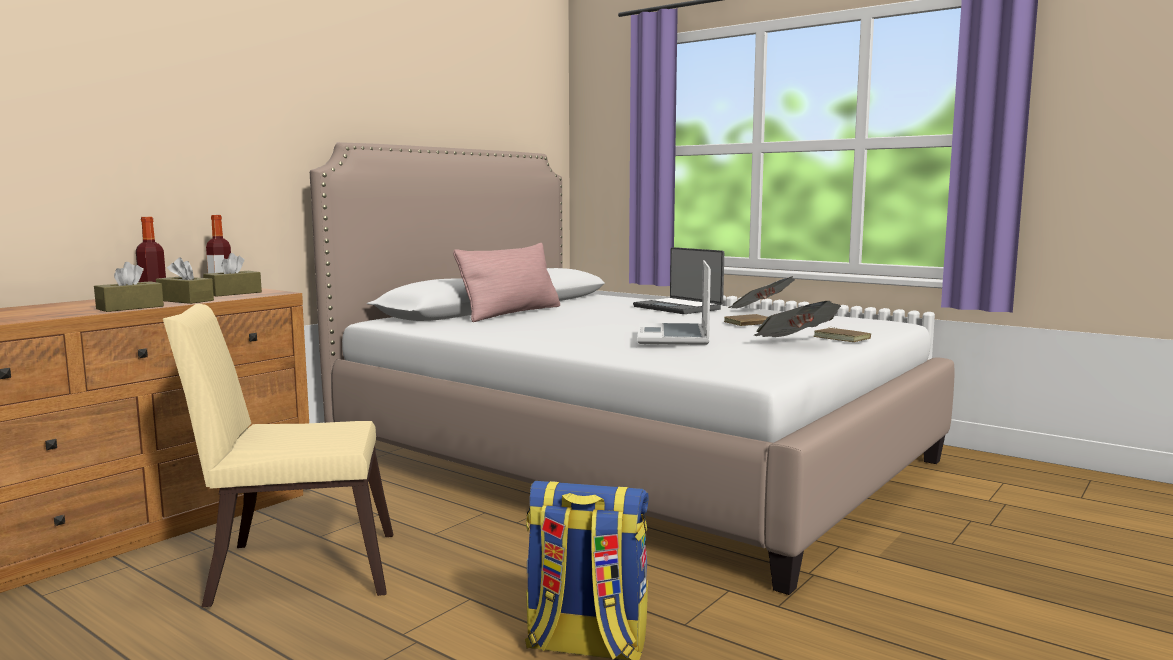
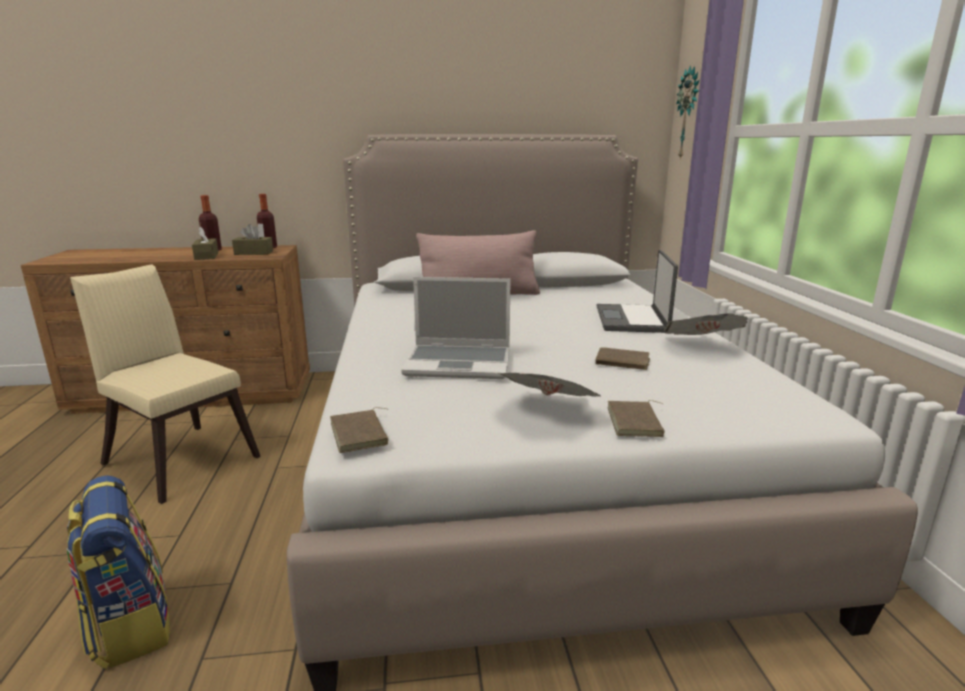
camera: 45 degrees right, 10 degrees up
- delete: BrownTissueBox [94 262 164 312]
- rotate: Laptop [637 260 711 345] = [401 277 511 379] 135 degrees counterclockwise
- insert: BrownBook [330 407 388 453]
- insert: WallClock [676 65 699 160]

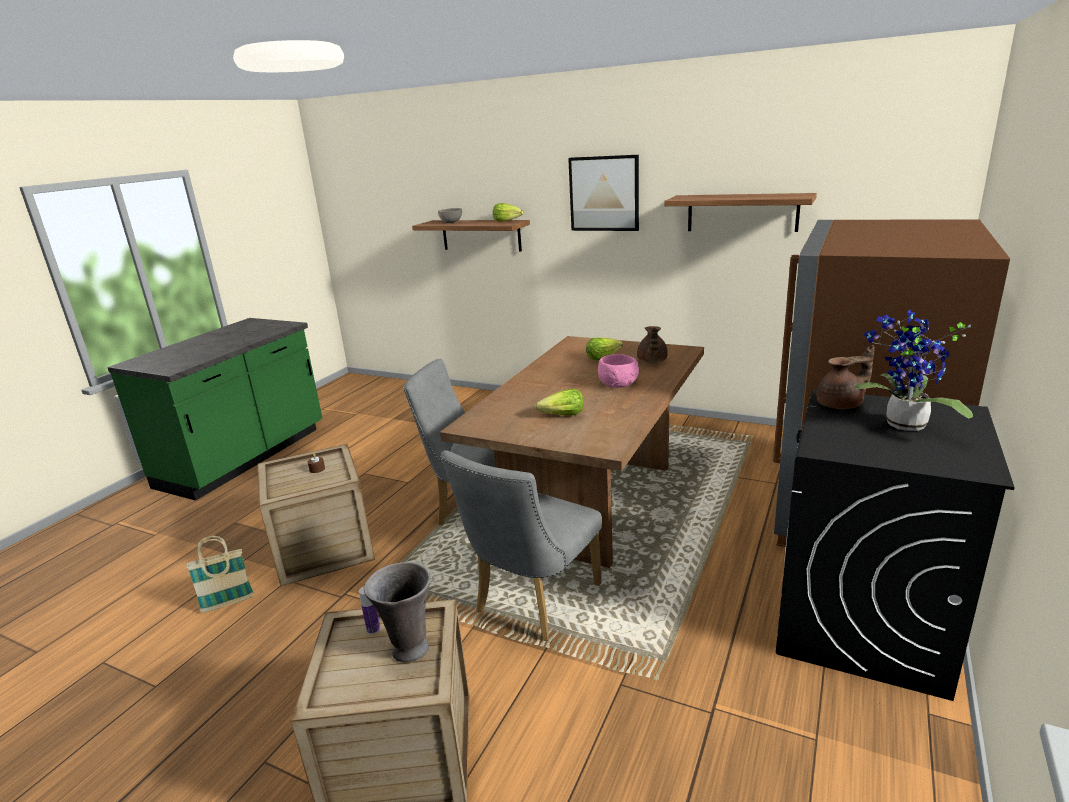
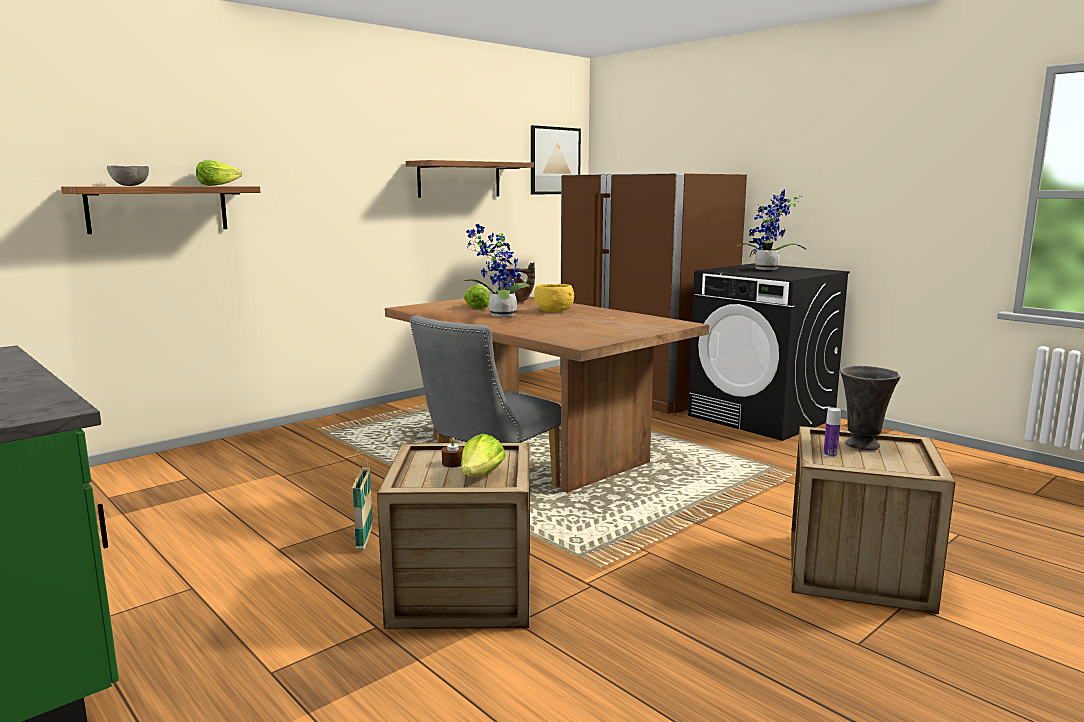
camera: 70 degrees left, 10 degrees down
- move: Basket [187 536 254 612] to [353 449 373 551]
- delete: GreyChair [441 450 602 641]
- move: Lettuce [535 389 584 415] to [461 434 506 477]
- move: Picture [568 155 639 231] to [531 125 581 195]
- recolor: PinkBowl [598 354 639 388] to YellowBowl [534 284 574 312]
- delete: BrownTeapot [817 345 875 409]
- insert: PottedPlant [464 224 530 317]

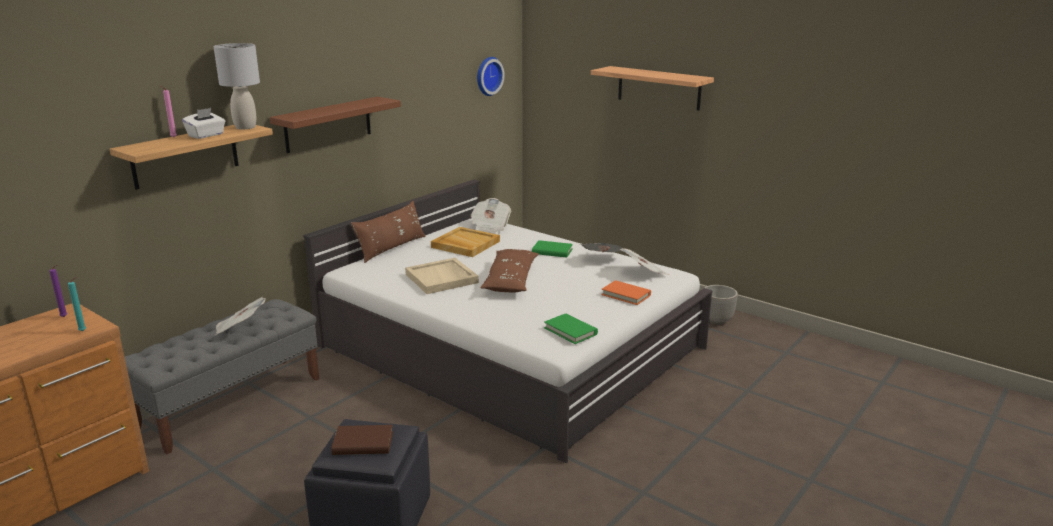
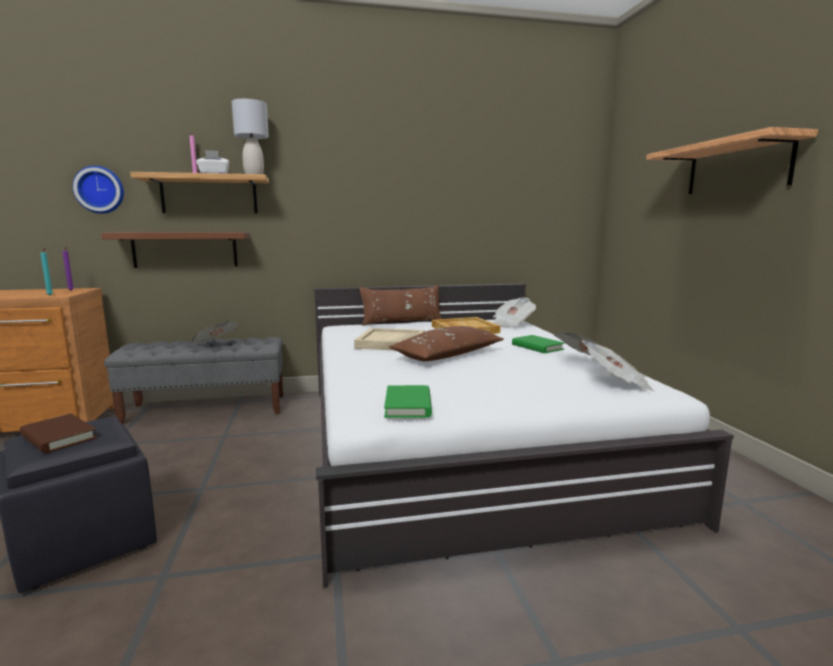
camera: 40 degrees right, 10 degrees down
- move: BrownShelf [270 97 401 153] to [101 232 249 268]
- move: WallClock [477 57 505 96] to [73 166 124 214]
- delete: OrangeBook [601 280 651 305]
- delete: Planter [703 285 738 324]

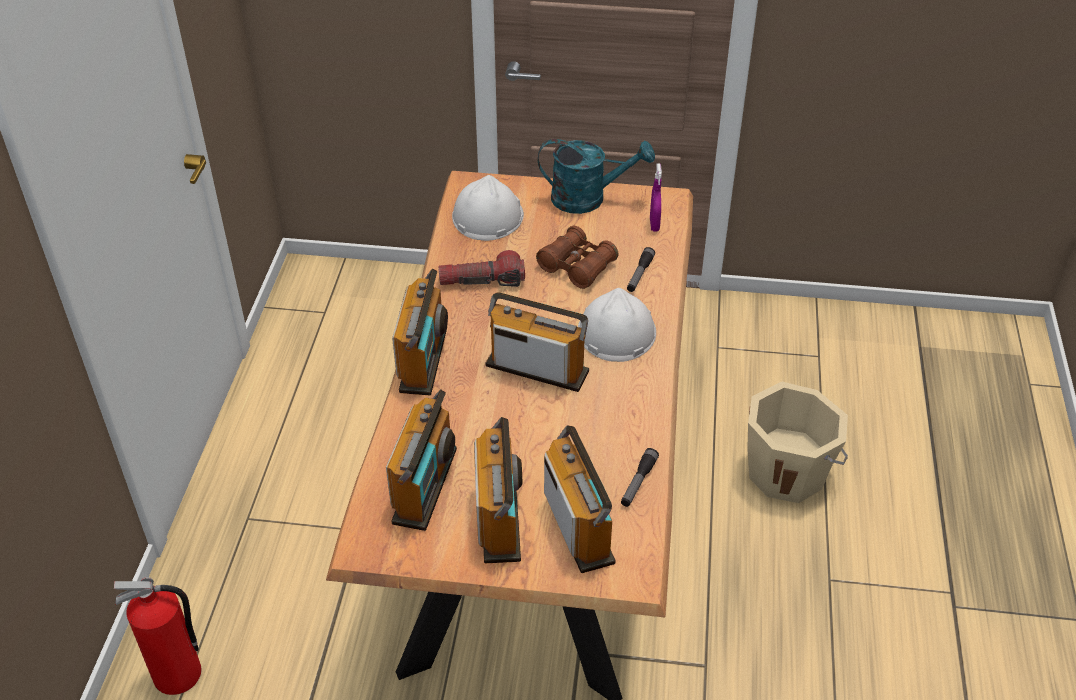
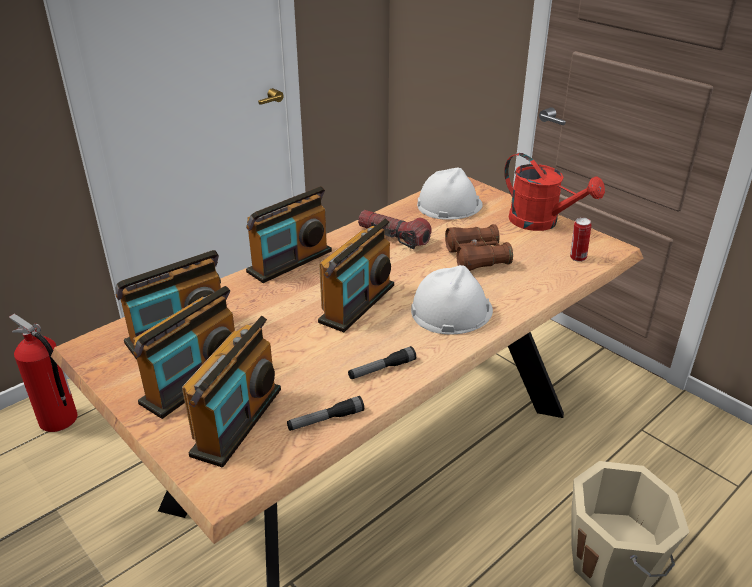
camera: 40 degrees right, 10 degrees down
- rotate: Radio [486 292 589 392] = [318 218 394 332] 60 degrees clockwise
- recolor: TurquoiseWateringCan [538 139 655 214] to RedWateringCan [504 153 605 231]
- move: Flashlight [627 247 655 292] to [348 346 416 379]
- replace: PurpleSprayBottle [650 164 662 232] to Can [570 217 591 262]

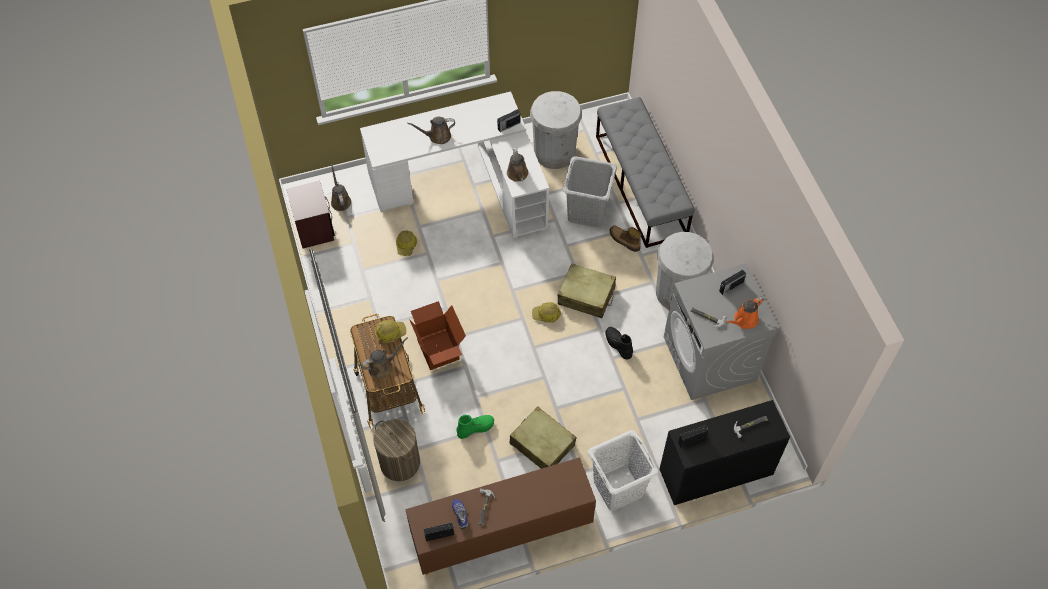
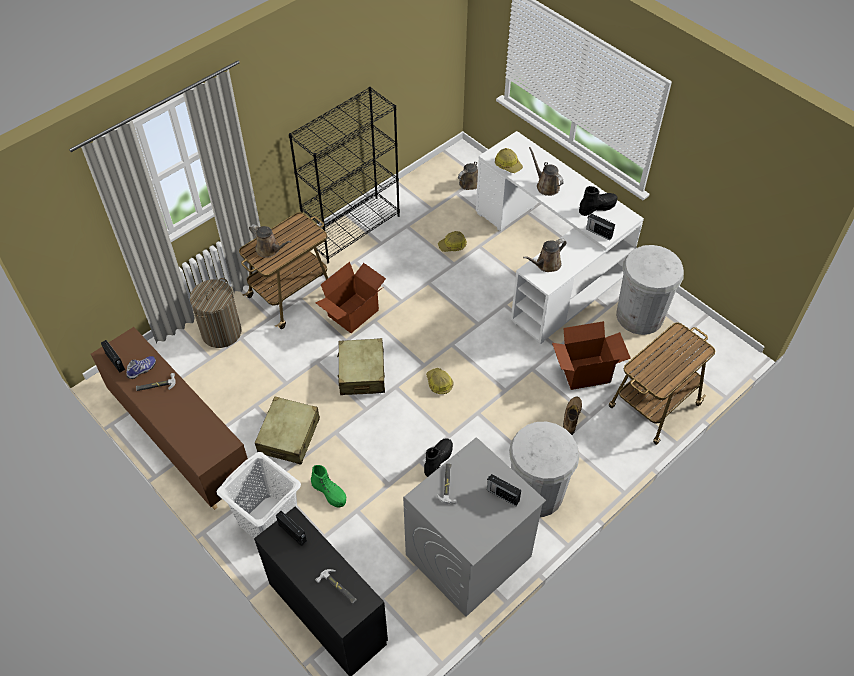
camera: 65 degrees right, 5 degrees down
- delete: BrownNightstand [286 180 335 249]
- move: HardHat [375 320 407 343] to [495 148 523 173]
- move: GreenBoot [457 415 494 439] to [311 465 346 508]
- move: BeigeSuitcase [557 263 616 318] to [337 338 385 395]
- replace: GreyLaundryBasket [563 156 617 228] to CardboardBox [552 321 631 390]
- replace: GreyBench [596 97 695 248] to Cart [609 323 715 445]
- delete: OrangeWateringCan [726 296 764 329]
- insert: BlackBookcase [289 87 400 263]
- insert: BlackBoot [579 186 617 216]

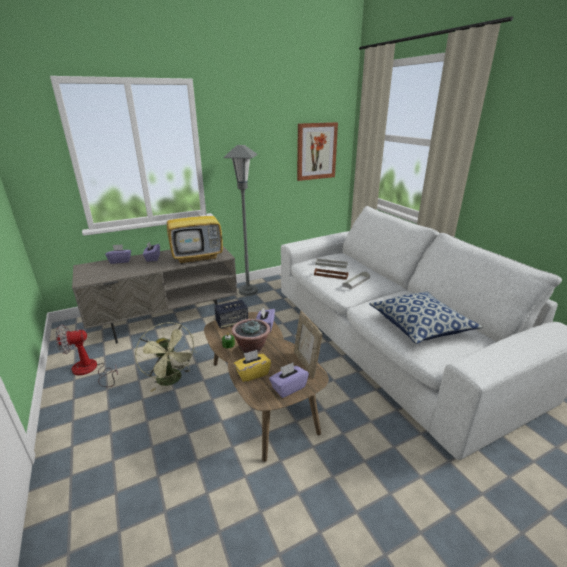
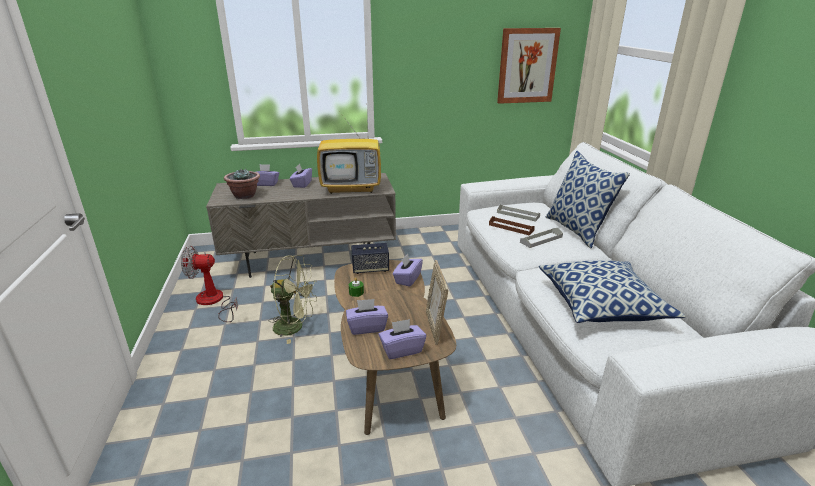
camera: 15 degrees right, 0 degrees up
- rotate: GreenFan [135 322 197 392] = [269 255 317 344] 60 degrees counterclockwise
- delete: GreyFloorLamp [223 145 258 296]
- move: PottedPlant [232 319 270 353] to [224 168 260 199]
- recolor: YellowTissueBox [234 350 271 382] to PurpleTissueBox [346 299 388 335]
- insert: Pillow [546 151 630 248]

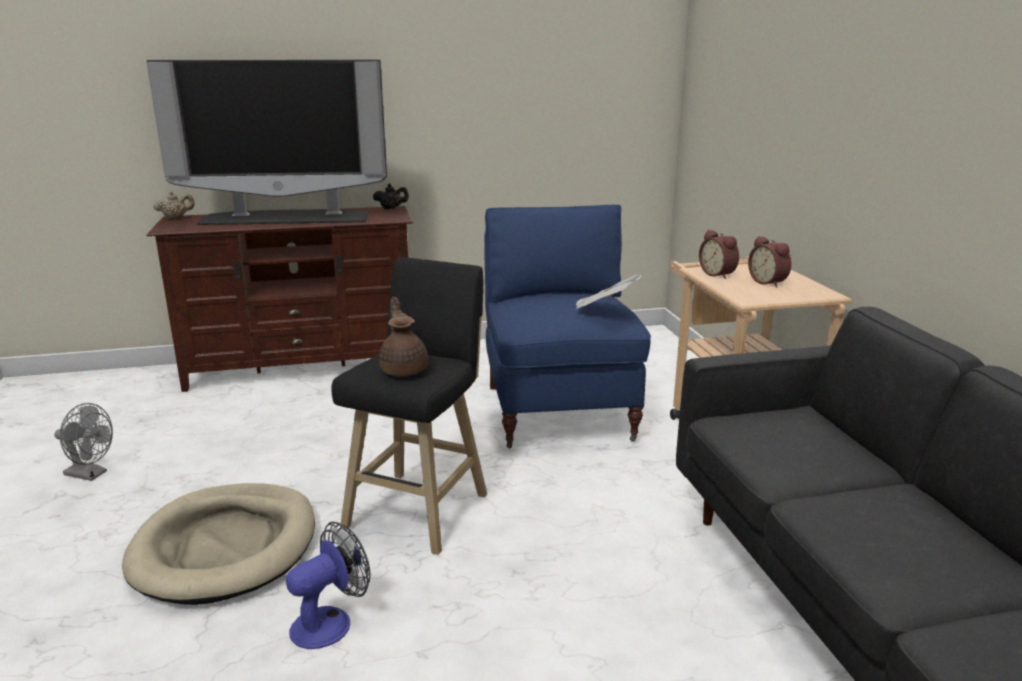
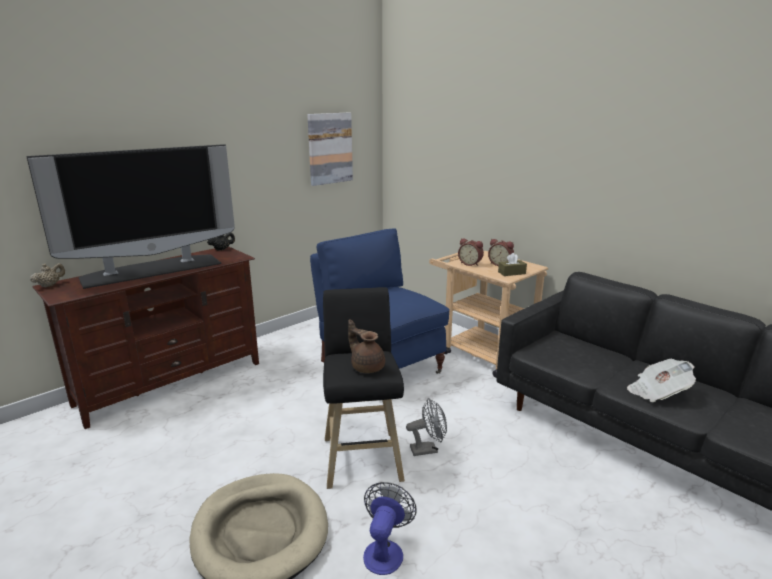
camera: 30 degrees left, 0 degrees up
- move: GreyFan [54 403 113 481] to [406 398 447 456]
- move: Newspaper [575 274 642 310] to [627 359 696 402]
- insert: Picture [307 112 353 186]
- insert: BrownTissueBox [498 253 527 276]

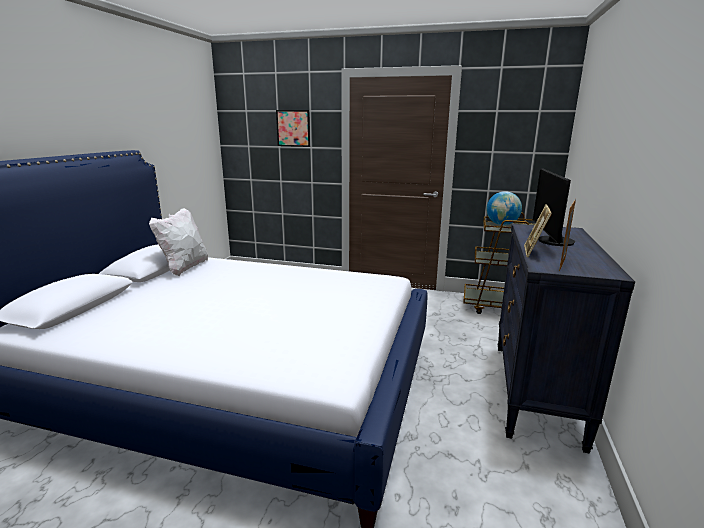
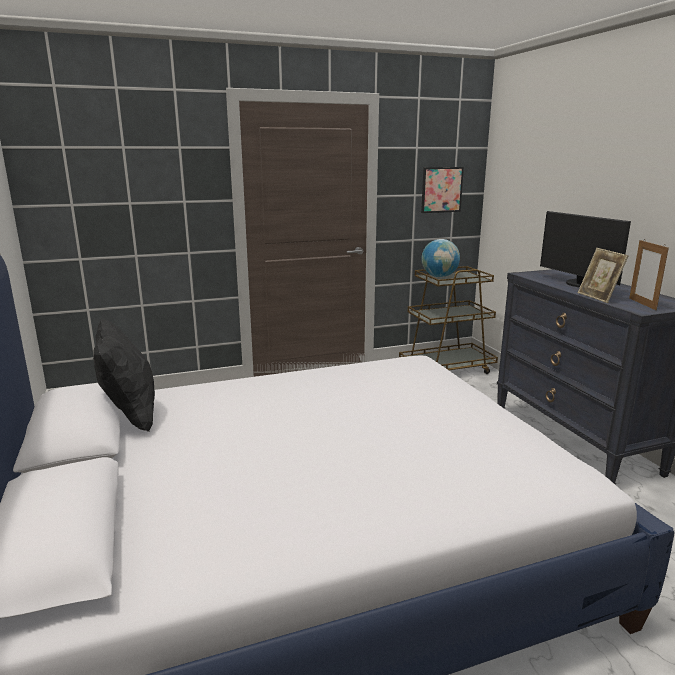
camera: 35 degrees left, 0 degrees up
- recolor: WhitePillow [149 208 208 276] to BlackPillow [94 319 155 432]
- move: Picture [276 110 310 147] to [421 167 464 213]

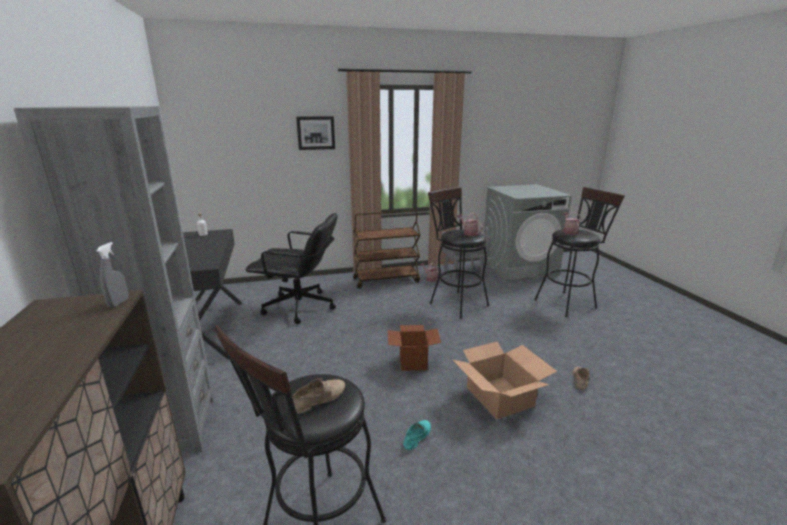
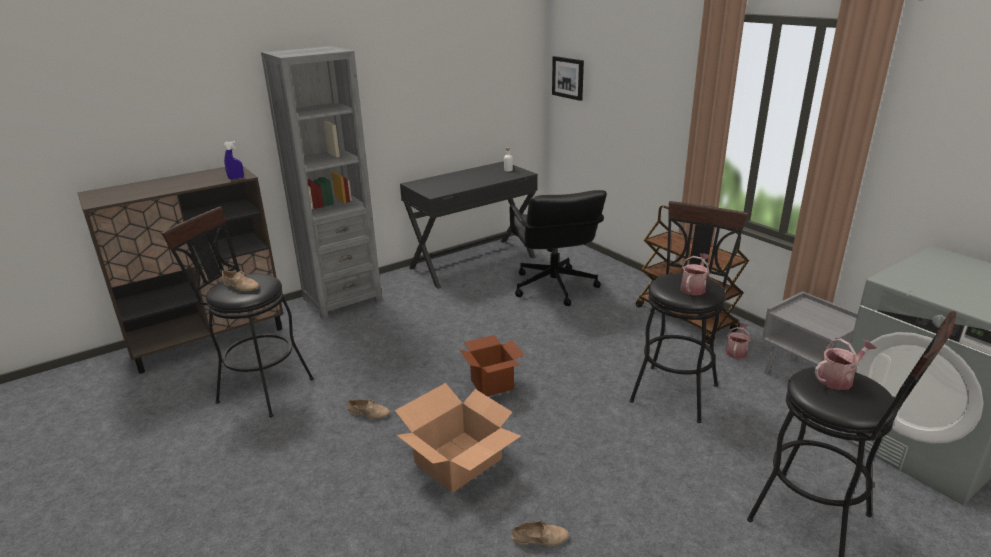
camera: 70 degrees right, 5 degrees up
- recolor: GreySprayBottle [96 242 128 308] to BlueSprayBottle [224 141 244 179]
- move: Picture [296 116 335 150] to [552 56 584 101]
- recolor: TurquoiseShoe [403 420 431 450] to BeigeShoe [347 399 390 419]

